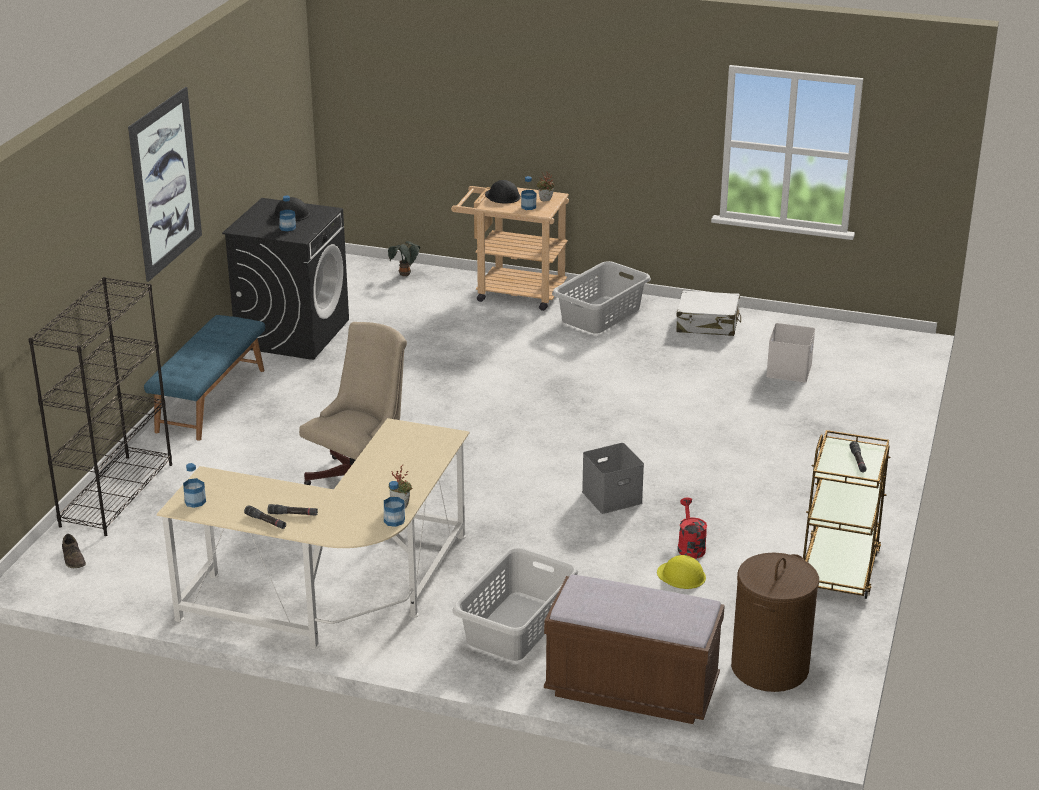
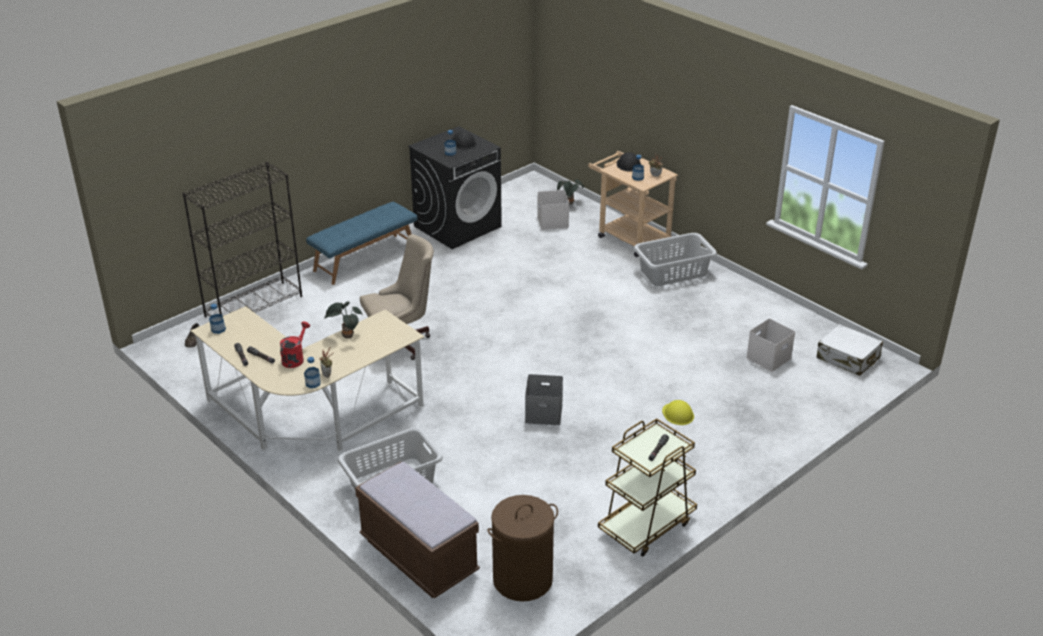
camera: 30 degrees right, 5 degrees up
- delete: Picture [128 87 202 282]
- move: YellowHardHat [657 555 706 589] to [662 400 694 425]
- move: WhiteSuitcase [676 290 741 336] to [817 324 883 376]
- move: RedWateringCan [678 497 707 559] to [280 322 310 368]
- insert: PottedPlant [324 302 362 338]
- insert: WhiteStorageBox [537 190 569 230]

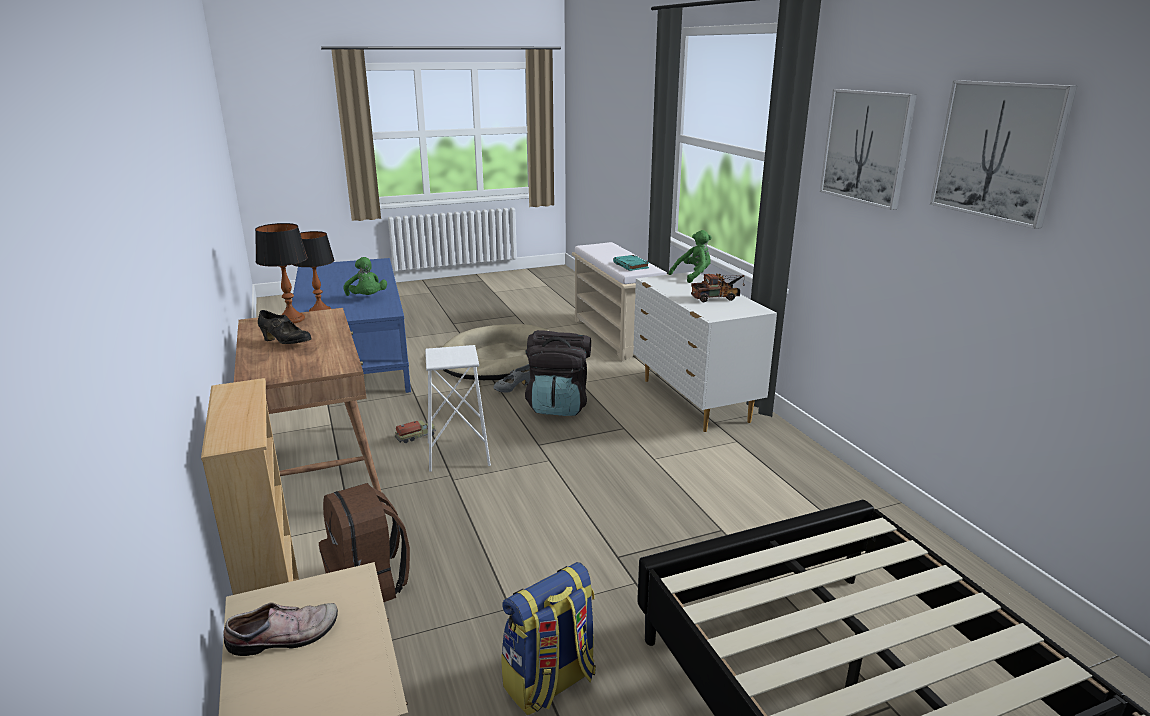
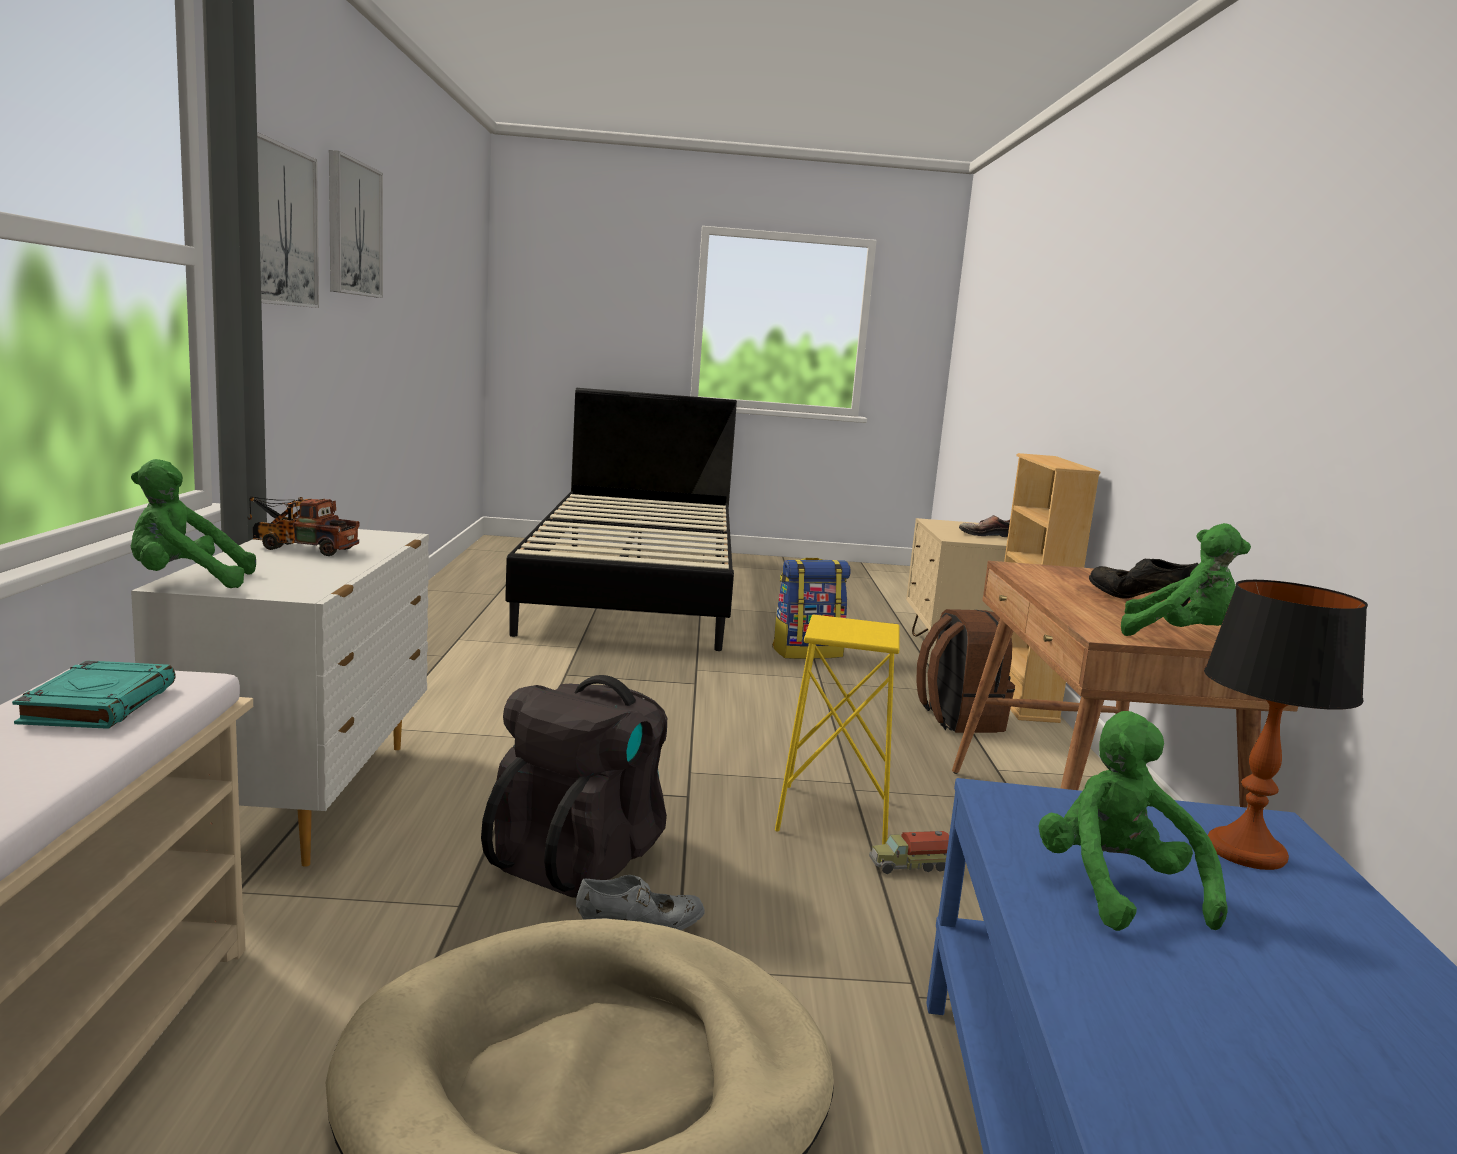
camera: 160 degrees left, 10 degrees down
- replace: TableLamp [255 223 308 324] to GreenPlushToy [1121 523 1251 636]
- recolor: WhiteStool [425 345 491 472] to YellowStool [775 614 900 844]

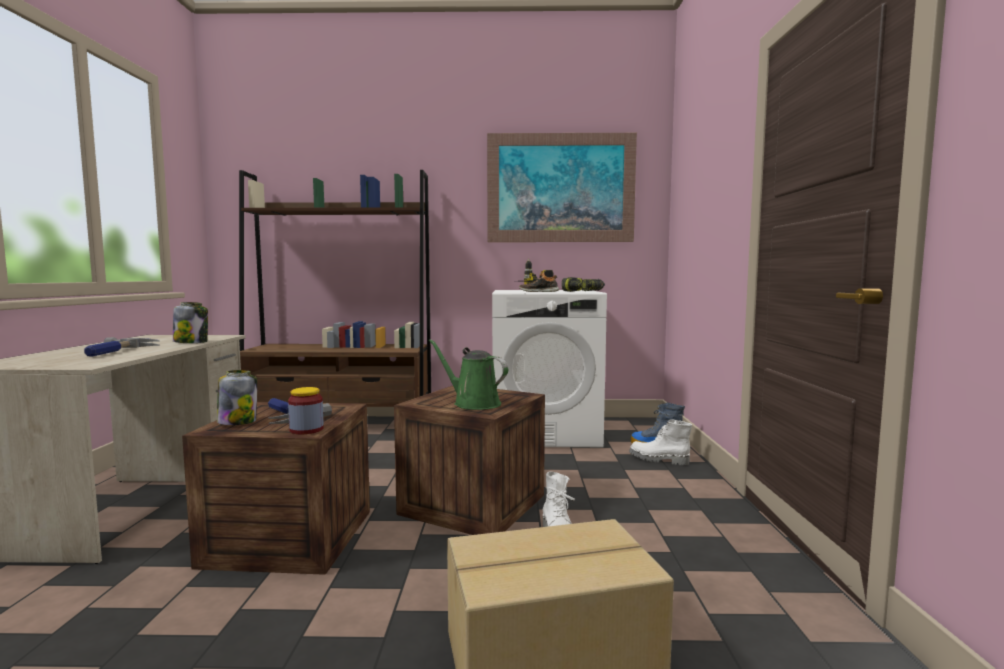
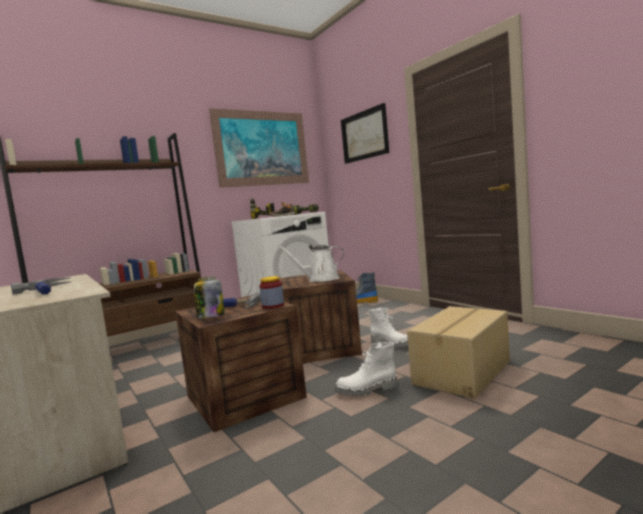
camera: 35 degrees left, 0 degrees up
- delete: Jar [173 302 208 343]
- recolor: GreenWateringCan [429 339 508 410] to WhiteWateringCan [277 245 344 282]
- move: WhiteBoot [629 419 692 465] to [335 342 397 397]
- insert: Picture [341 103 389 164]

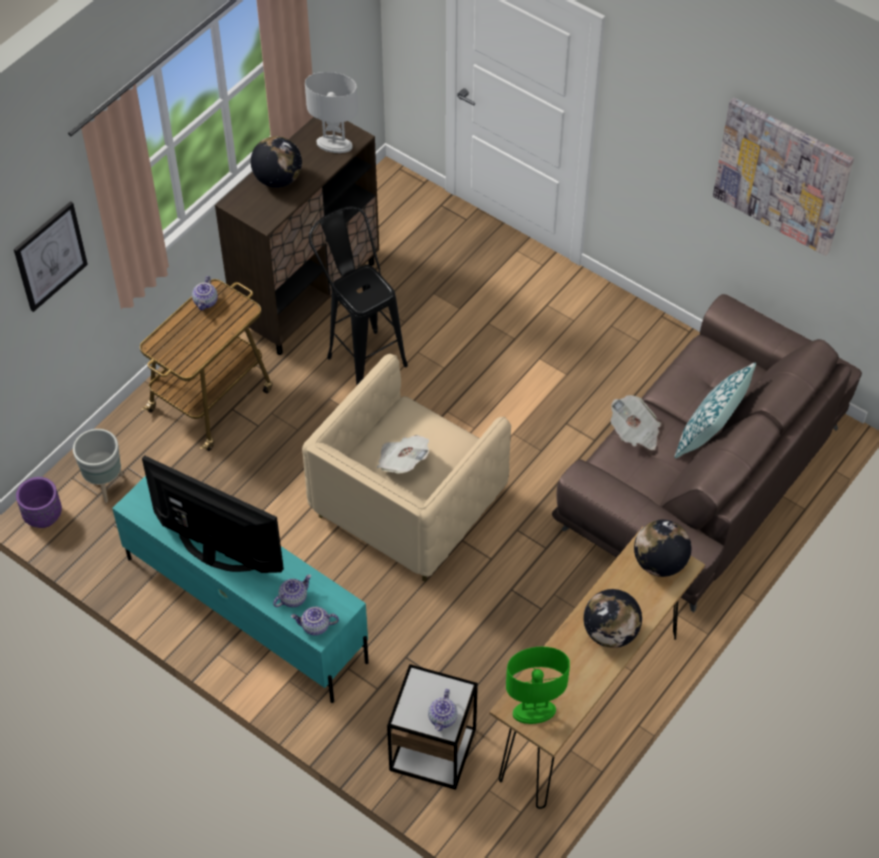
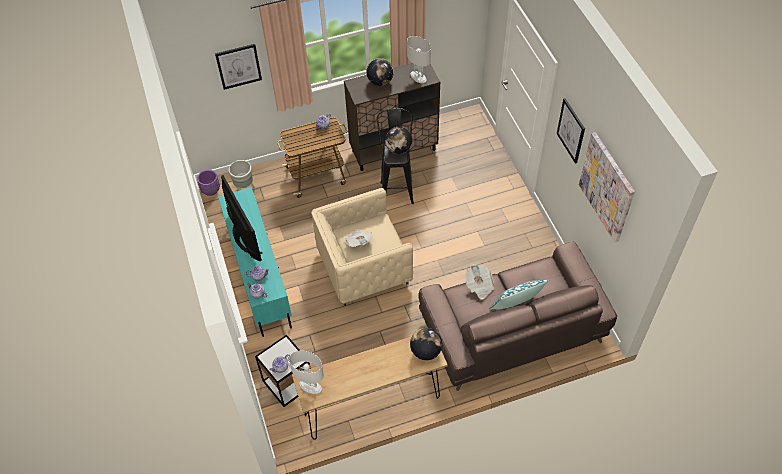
camera: 35 degrees right, 0 degrees up
- recolor: GreenTableLamp [506 647 570 724] to WhiteTableLamp [289 350 324 394]
- move: Globe [583 589 642 648] to [385 127 412 154]
- insert: Picture [557 98 585 164]

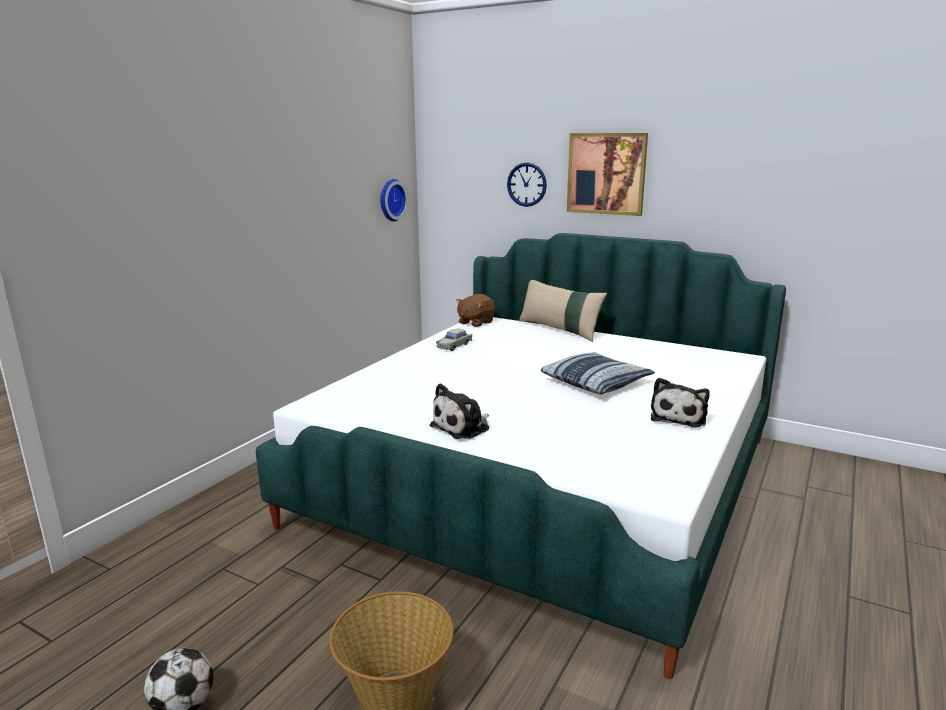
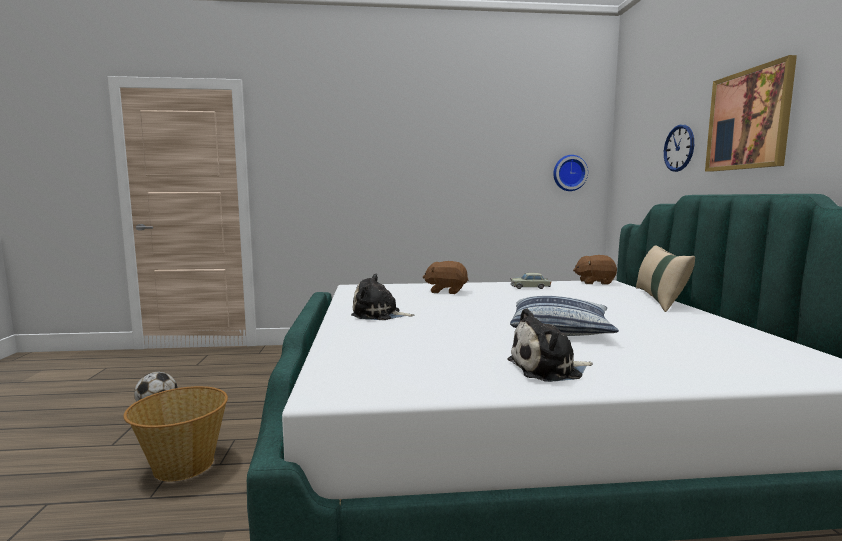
camera: 55 degrees right, 10 degrees down
- insert: BrownPlushToy [423 261 468 294]

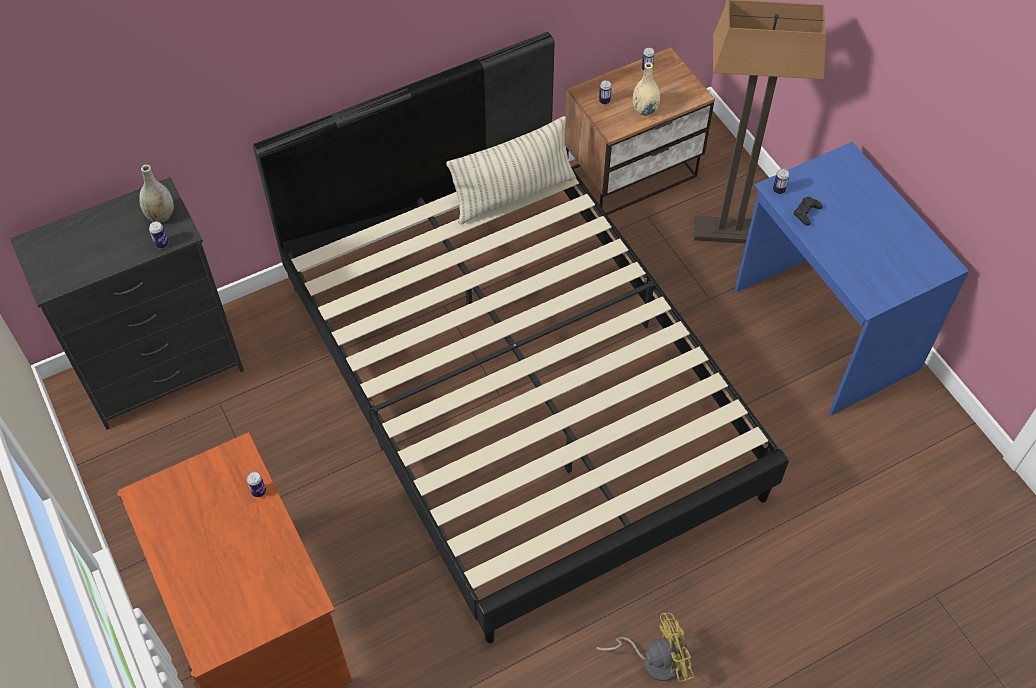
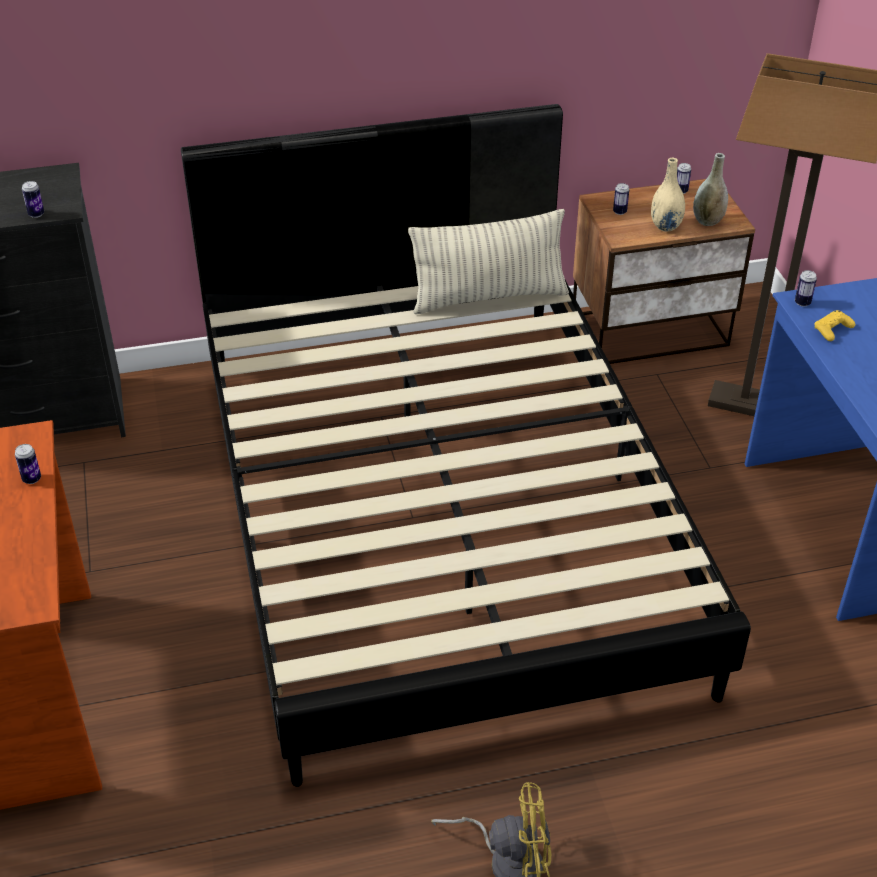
camera: 15 degrees right, 15 degrees down
- move: GreyVase [139 165 174 223] to [693 153 728 226]
- recolor: BlackGameController [794 197 823 226] to YellowGameController [815 310 855 341]

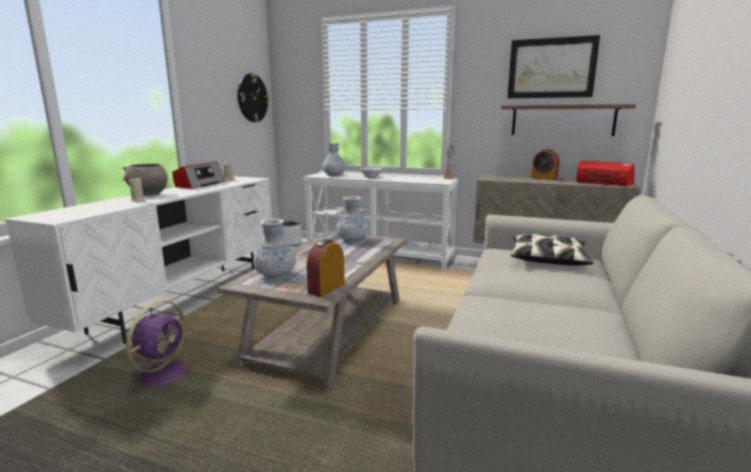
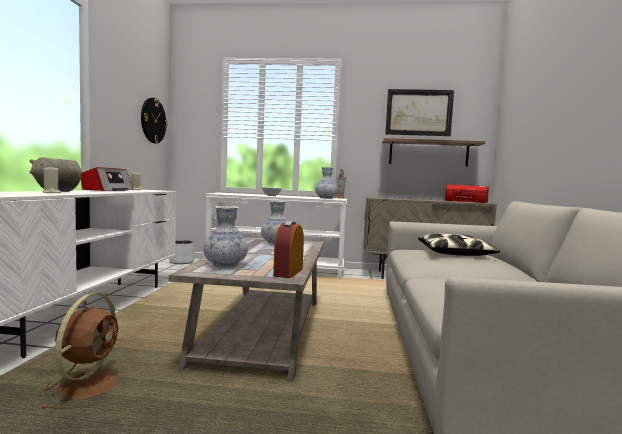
camera: 15 degrees left, 10 degrees down
- recolor: PurpleFan [123 301 186 394] to BrownFan [41 293 118 409]
- move: Vase [322 143 346 176] to [315 167 338 199]
- delete: AlarmClock [531 149 560 180]

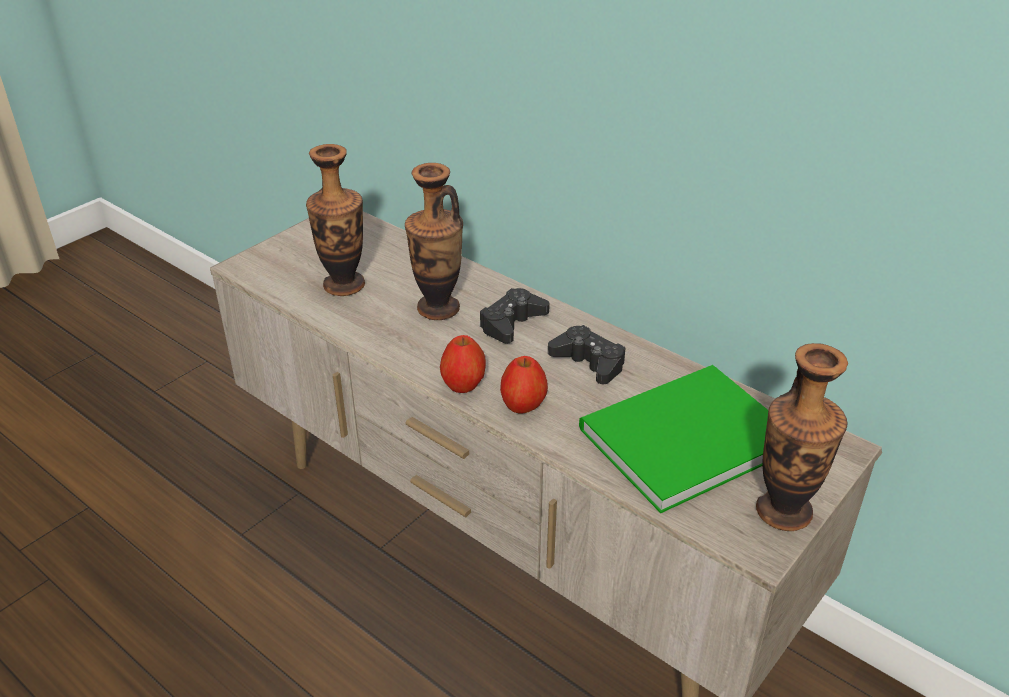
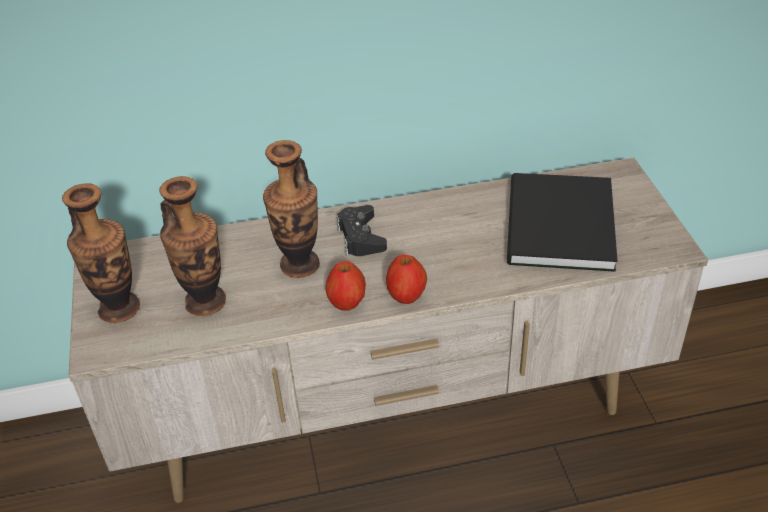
camera: 50 degrees left, 5 degrees up
- move: Apple [500 356 548 414] to [325 261 366 311]
- delete: BlackGameController [548 325 625 384]
- recolor: GreenBook [579 365 768 514] to BlackBook [507 173 617 272]
- move: Vase [756 343 848 531] to [62 183 140 323]

